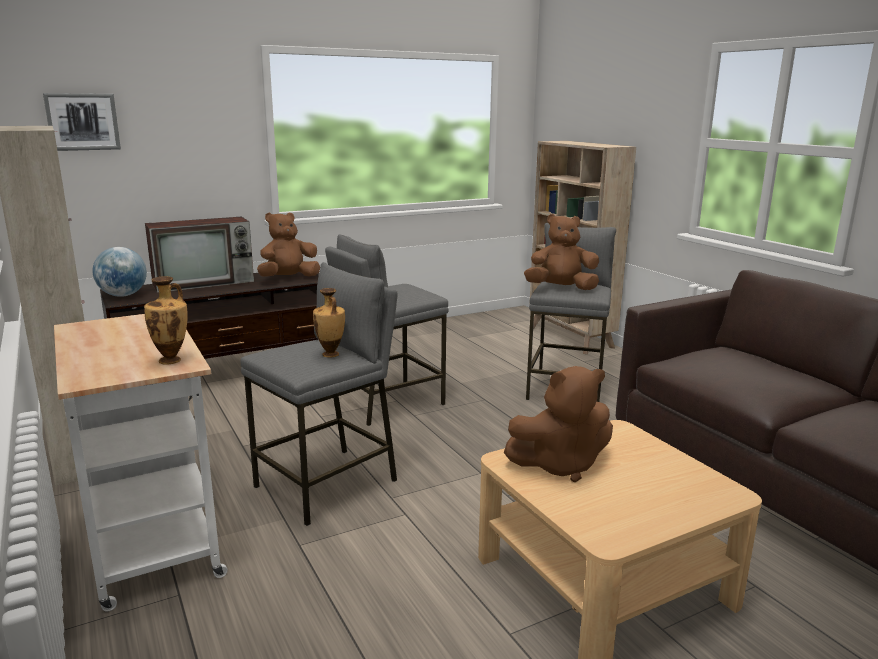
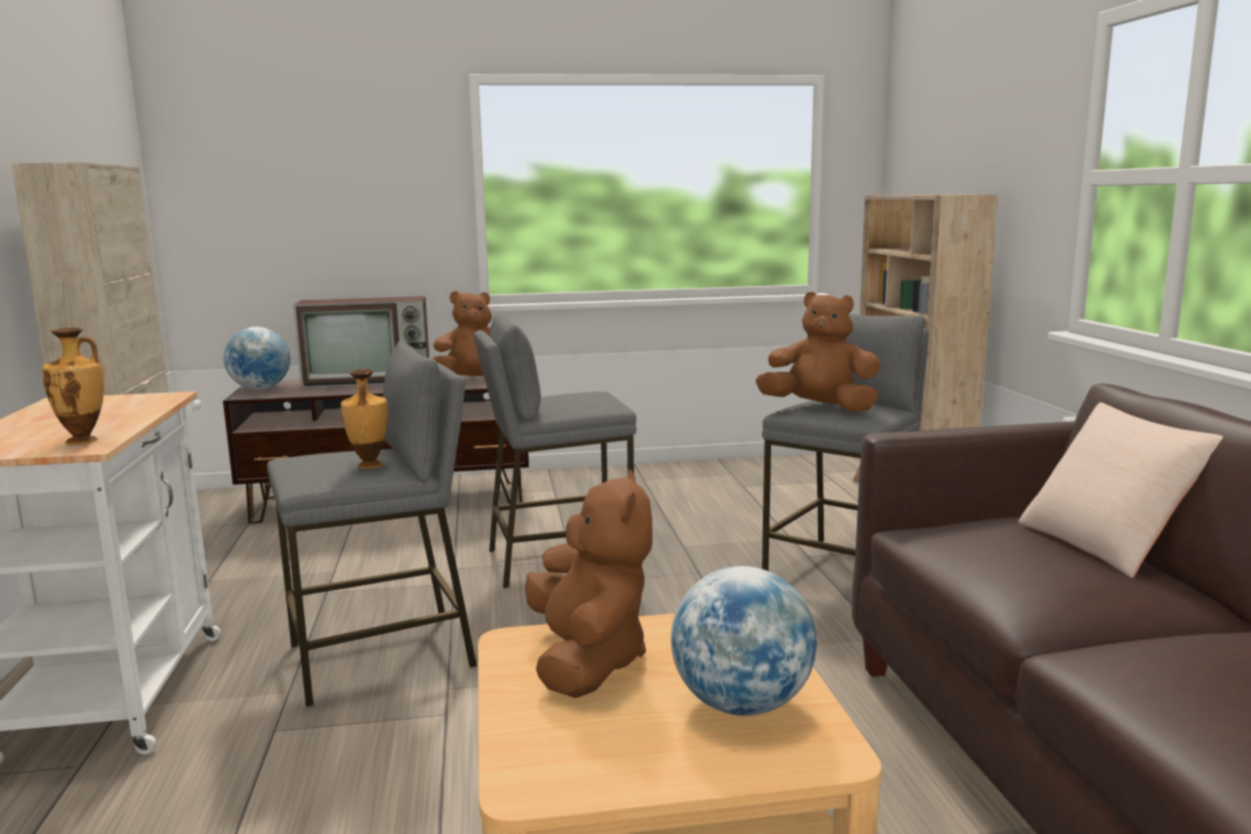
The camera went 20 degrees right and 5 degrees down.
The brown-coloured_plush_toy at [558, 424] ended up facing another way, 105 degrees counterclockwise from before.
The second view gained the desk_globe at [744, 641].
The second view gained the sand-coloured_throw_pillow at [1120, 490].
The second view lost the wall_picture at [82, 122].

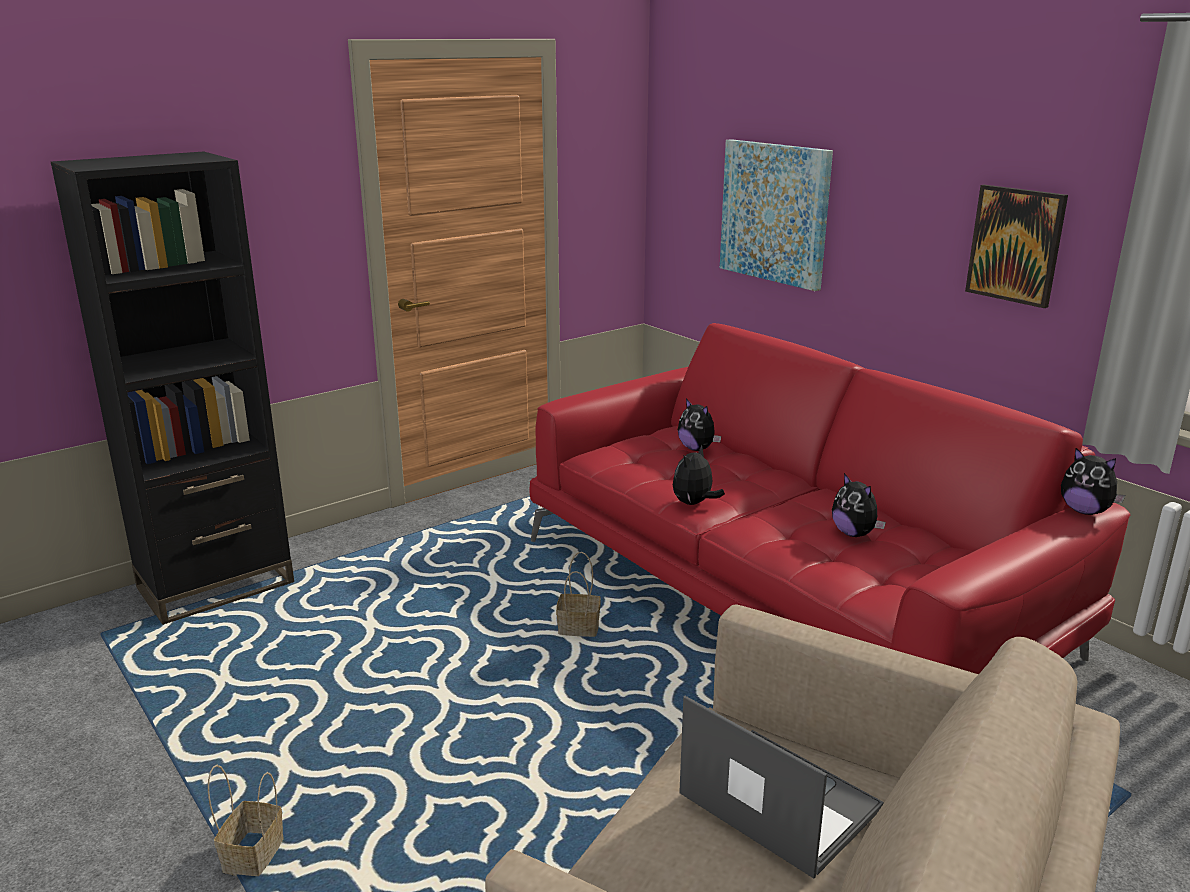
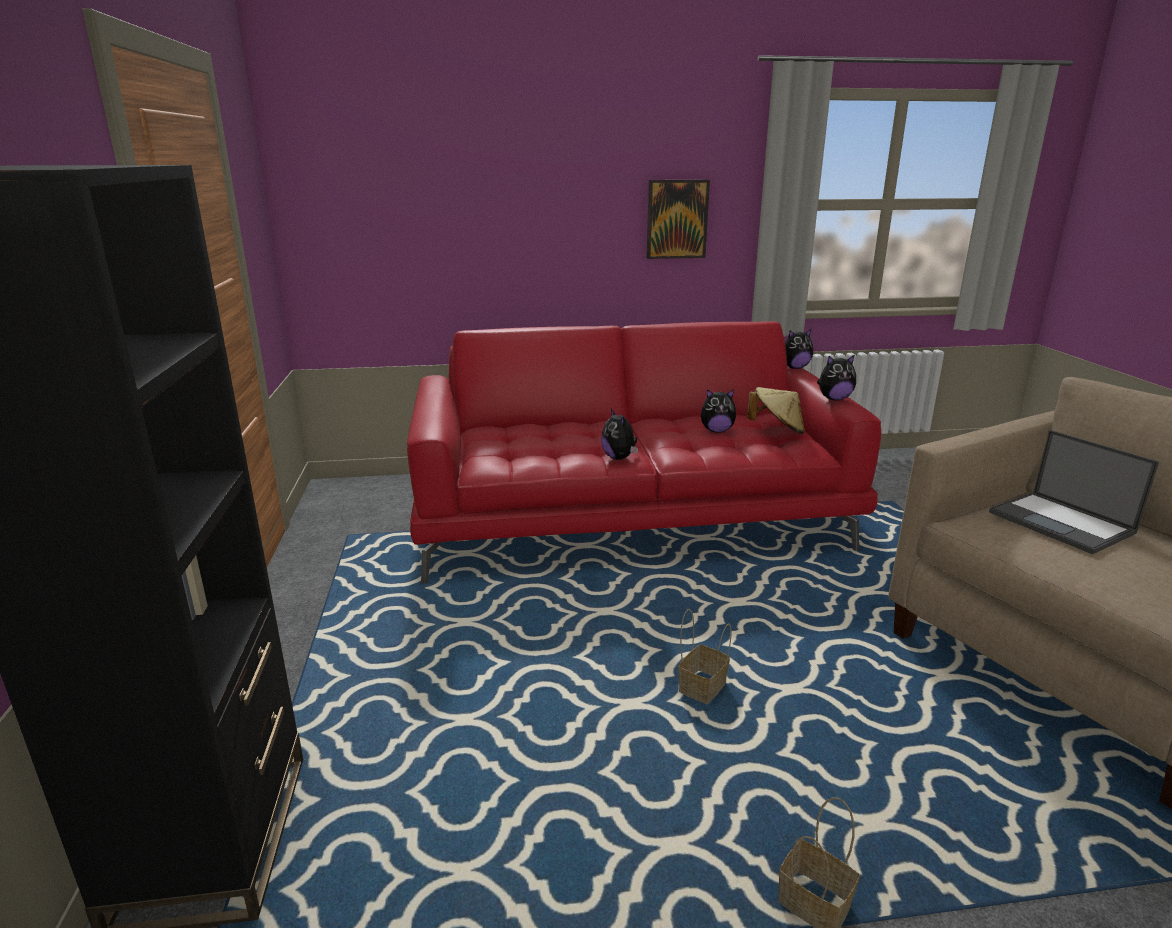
The camera went 60 degrees left and 0 degrees up.
The basket ended up elsewhere, having gone from [578, 594] to [705, 656].
The second view gained the sand-coloured_clothing_hat at [776, 410].
The plush_toy ended up elsewhere, having gone from [699, 424] to [836, 377].
The notebook_computer at [781, 787] ended up facing another way, 105 degrees counterclockwise from before.
The second view lost the wall_picture at [776, 215].

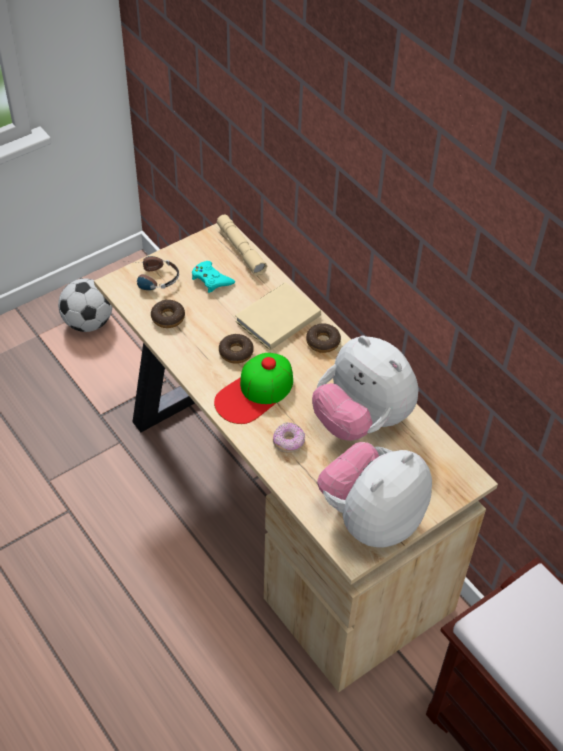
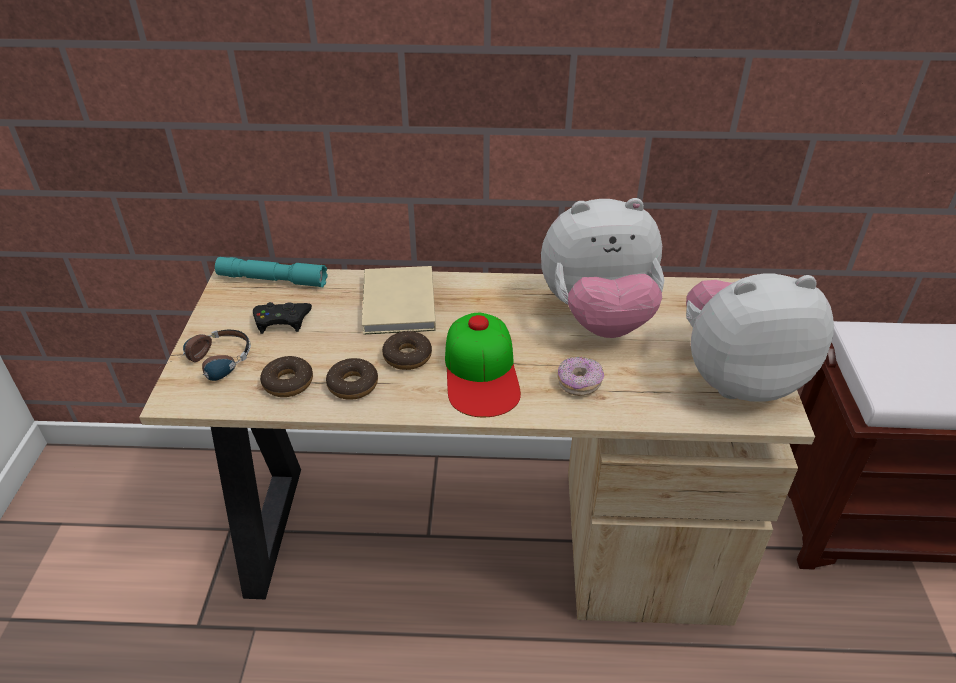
The camera went 50 degrees left and 10 degrees down.
What was the sand-coloured_flashlight at [242, 245] turned into the turquoise_flashlight at [271, 272].
What was the turquoise_gamepad at [213, 277] turned into the black-coloured_gamepad at [282, 318].
The donut ended up elsewhere, having gone from [323, 338] to [352, 379].
The plush_toy at [374, 494] ended up facing another way, 90 degrees clockwise from before.
The second view lost the ball_for_football at [85, 305].

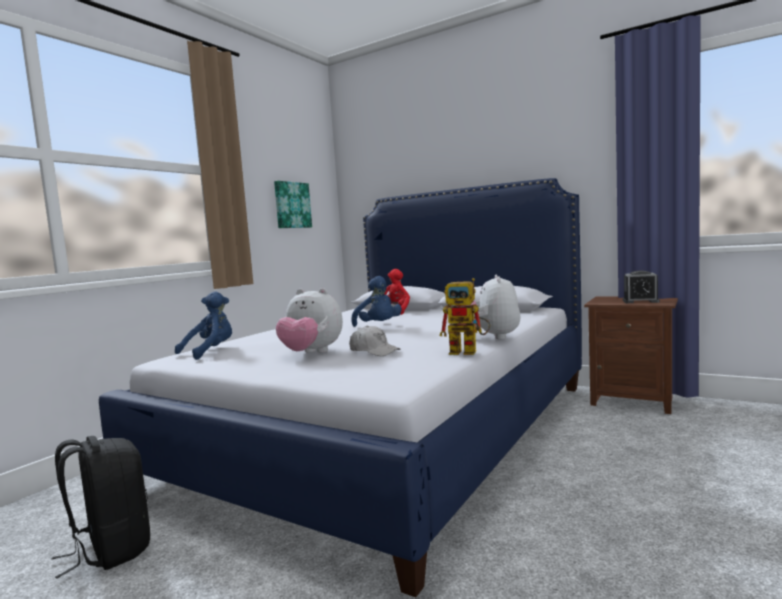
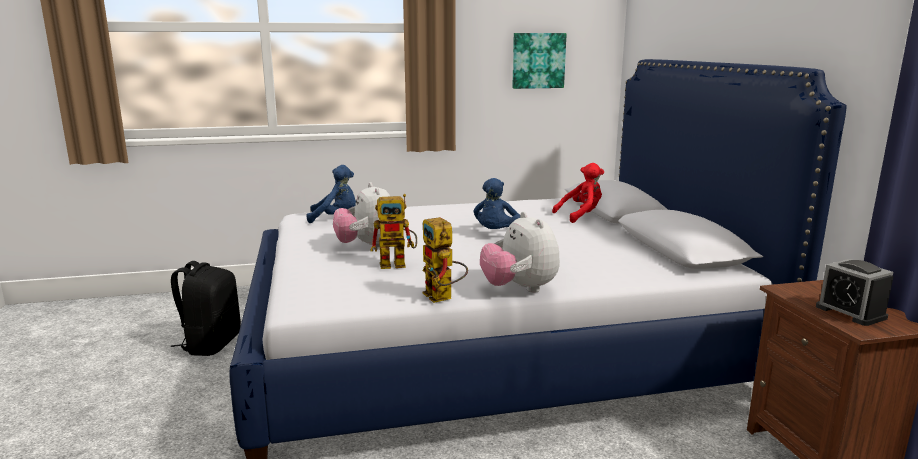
The camera went 45 degrees right and 10 degrees up.
Where the whitish_peaked_cap stood at [375, 340], the model_robot came to stand at [394, 231].
The plush_toy at [495, 307] ended up facing another way, 75 degrees counterclockwise from before.

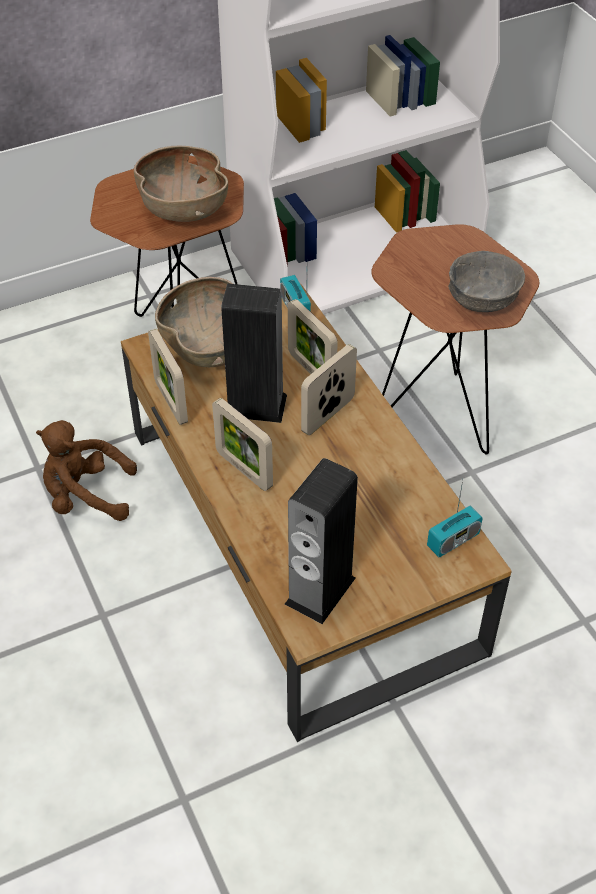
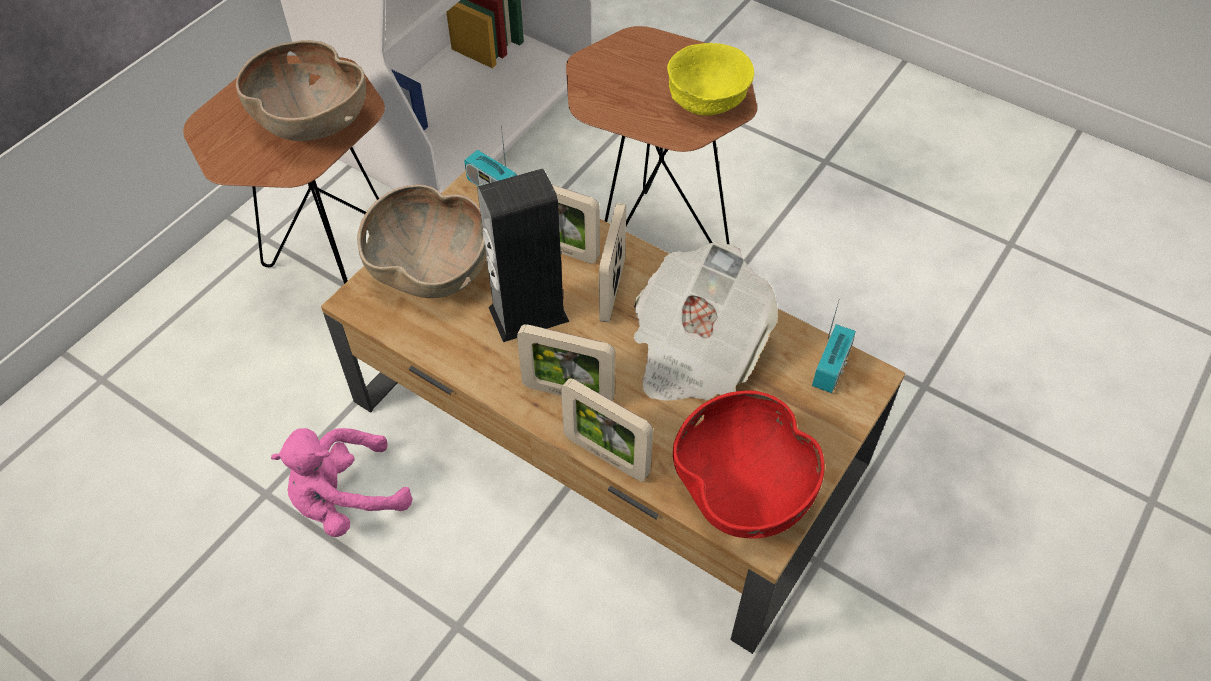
The camera went 30 degrees left and 5 degrees up.
What was the brown-coloured_plush_toy at [86, 470] turned into the pink_plush_toy at [342, 482].
The photo_frame ended up elsewhere, having gone from [168, 377] to [607, 429].
The second view gained the newspaper at [706, 321].
What was the greyish_bowl at [486, 281] turned into the yellow-coloured_bowl at [710, 79].
Where the loudspeaker stood at [321, 541], the red_bowl came to stand at [749, 464].

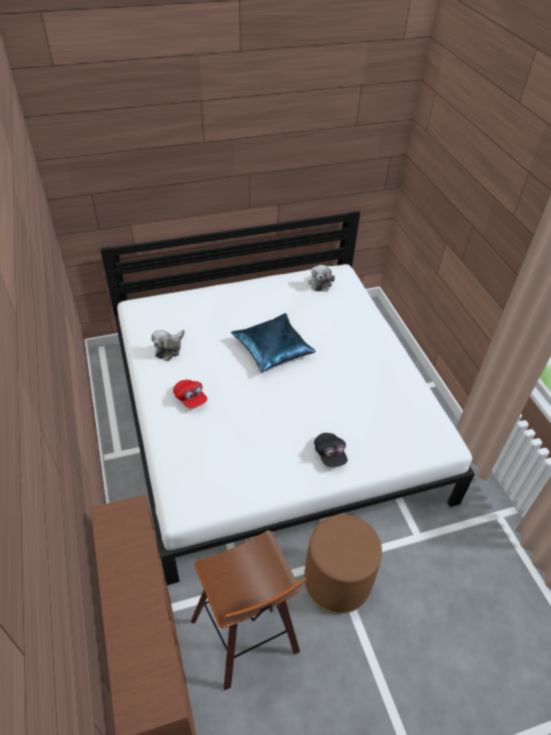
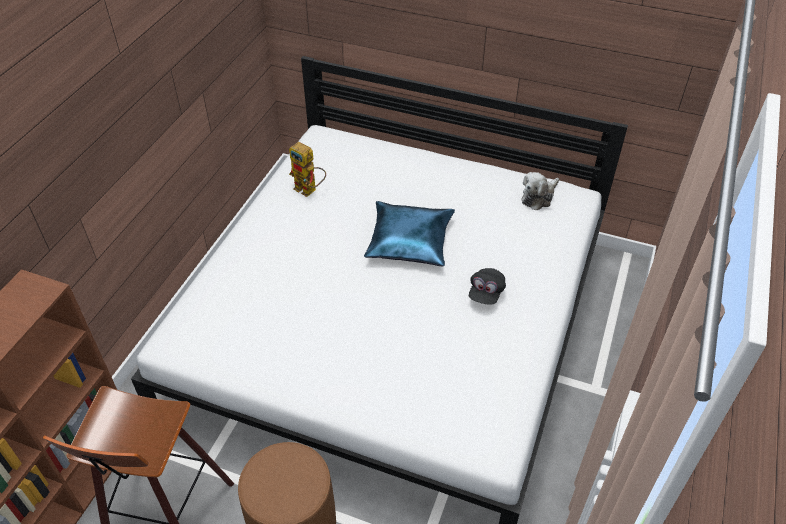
The camera went 40 degrees right and 0 degrees up.
Where the plush_toy stood at [168, 345], the model_robot came to stand at [307, 169].
The black-coloured_peaked_cap ended up elsewhere, having gone from [331, 450] to [487, 286].
The second view lost the red_peaked_cap at [190, 394].

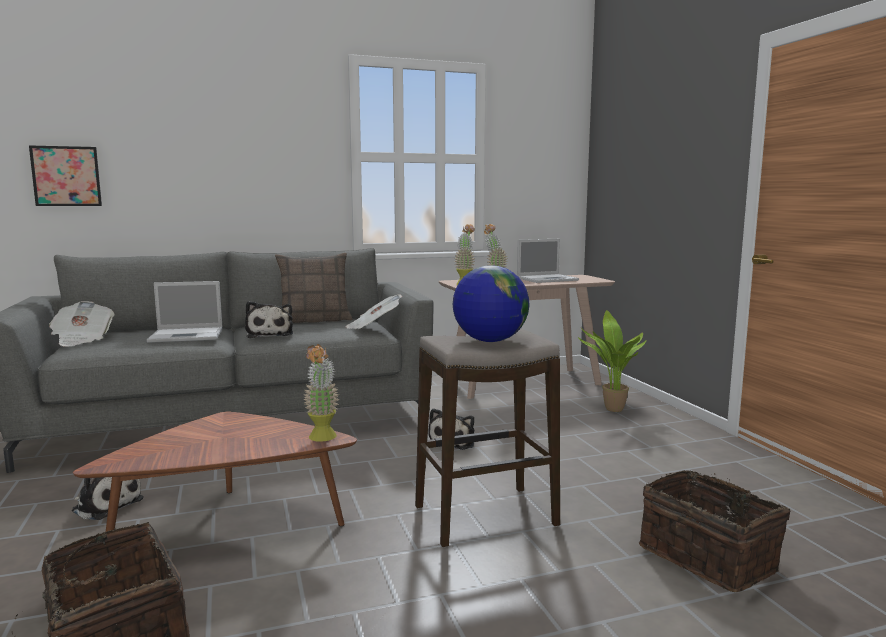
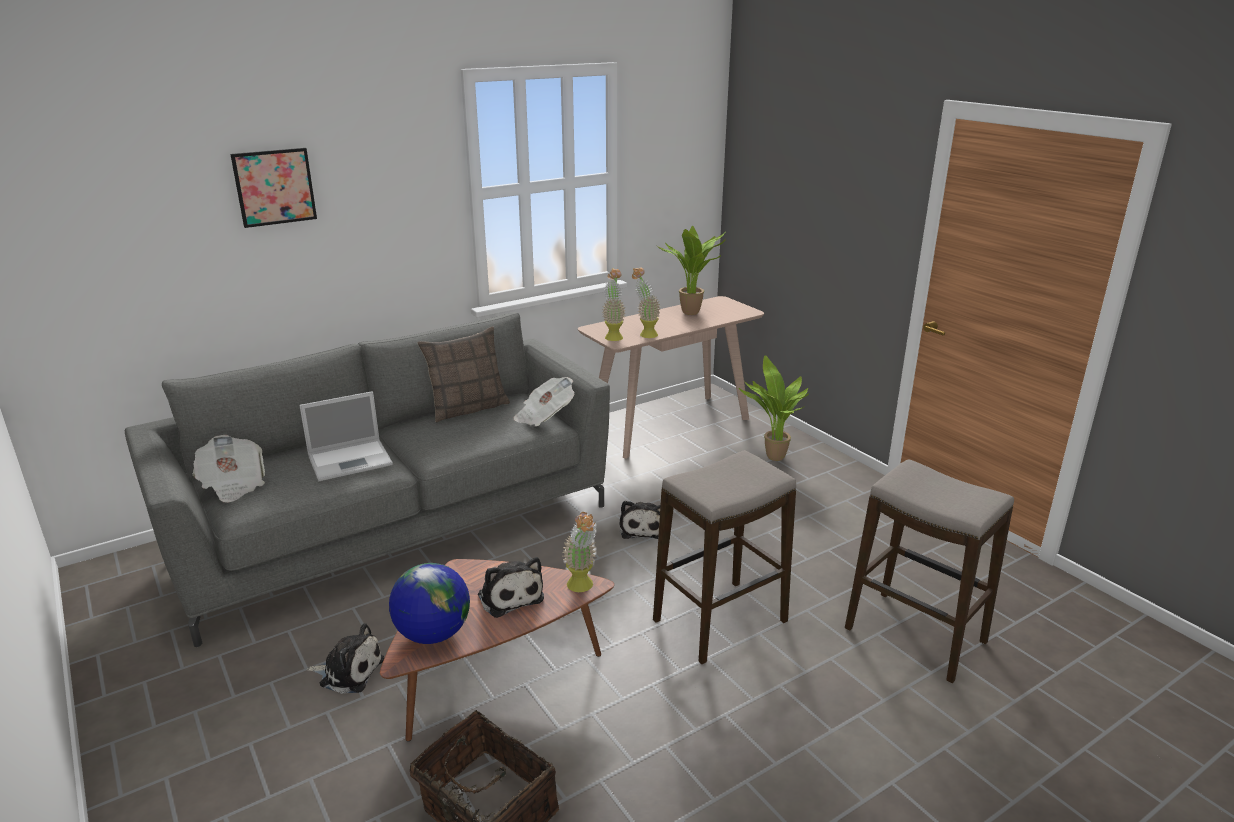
The camera went 15 degrees left and 15 degrees up.
The wall_picture ended up elsewhere, having gone from [65, 175] to [273, 188].
The desk_globe ended up elsewhere, having gone from [491, 304] to [429, 603].
The plush_toy ended up elsewhere, having gone from [269, 319] to [511, 587].
Where the notebook_computer stood at [548, 261], the houseplant came to stand at [691, 270].
Where the basket stood at [714, 531], the sitting_stool came to stand at [929, 571].

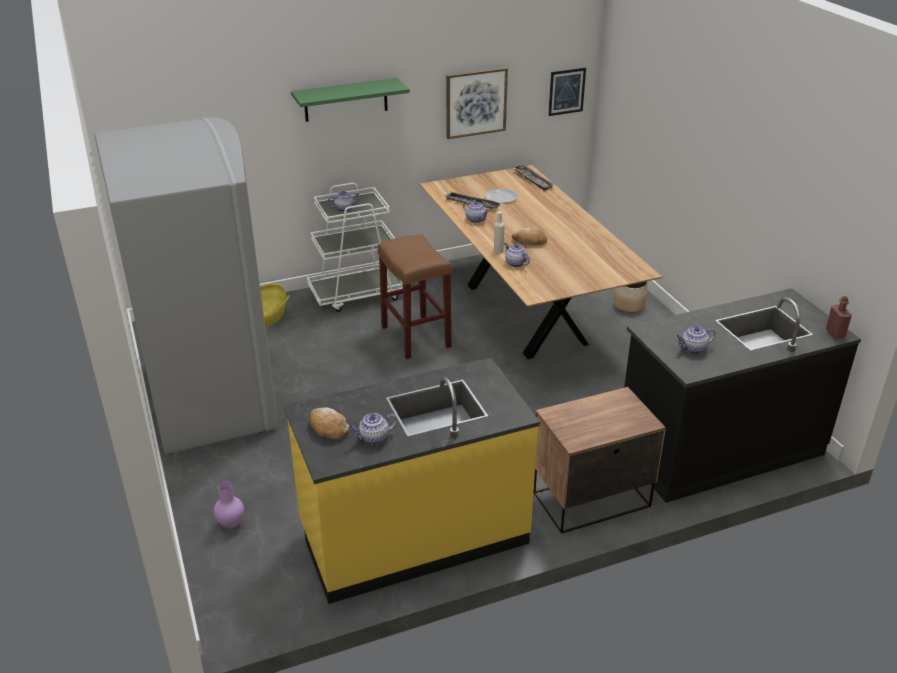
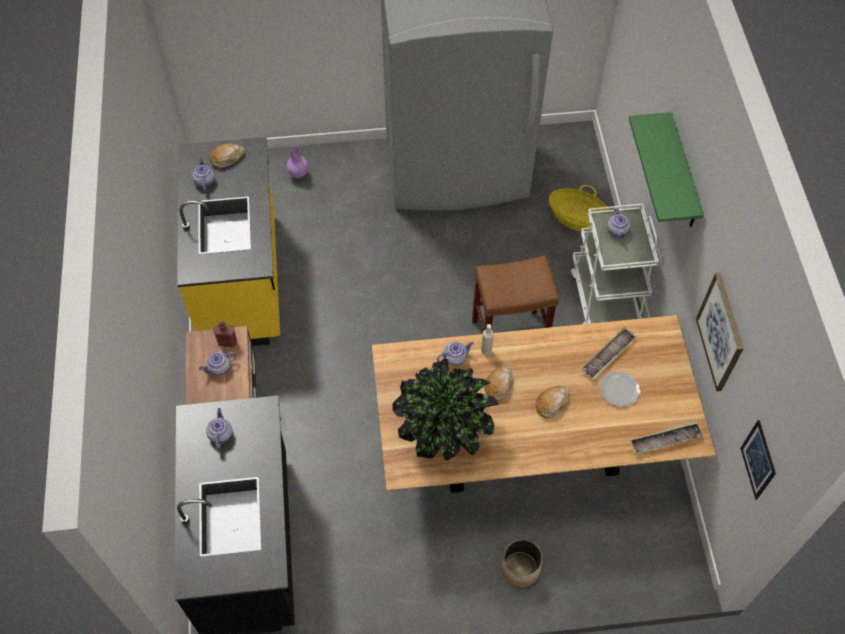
The camera went 105 degrees right and 25 degrees up.
The teapot ended up elsewhere, having gone from [476, 212] to [217, 364].
The red_bottle ended up elsewhere, having gone from [839, 317] to [225, 334].
The second view gained the houseplant at [446, 409].
The second view gained the baked_bread at [552, 402].

